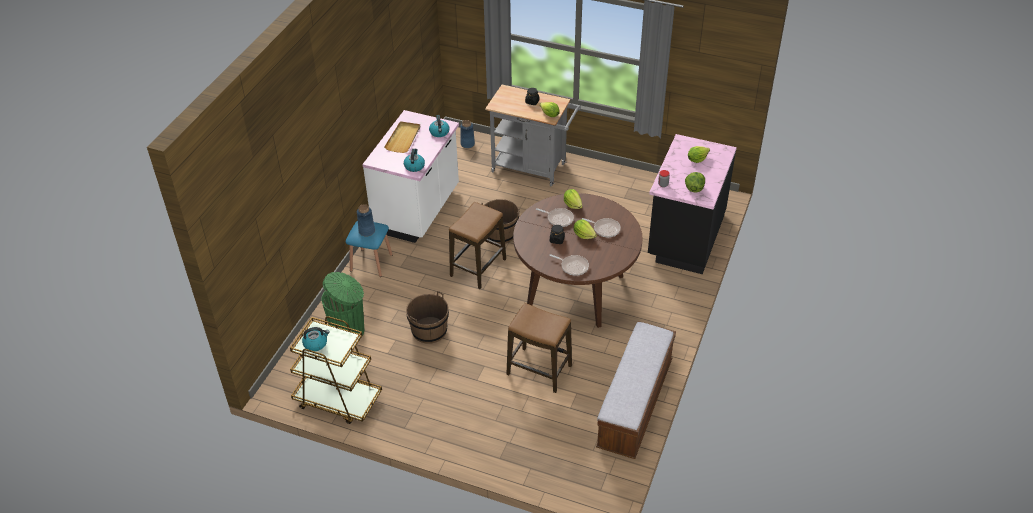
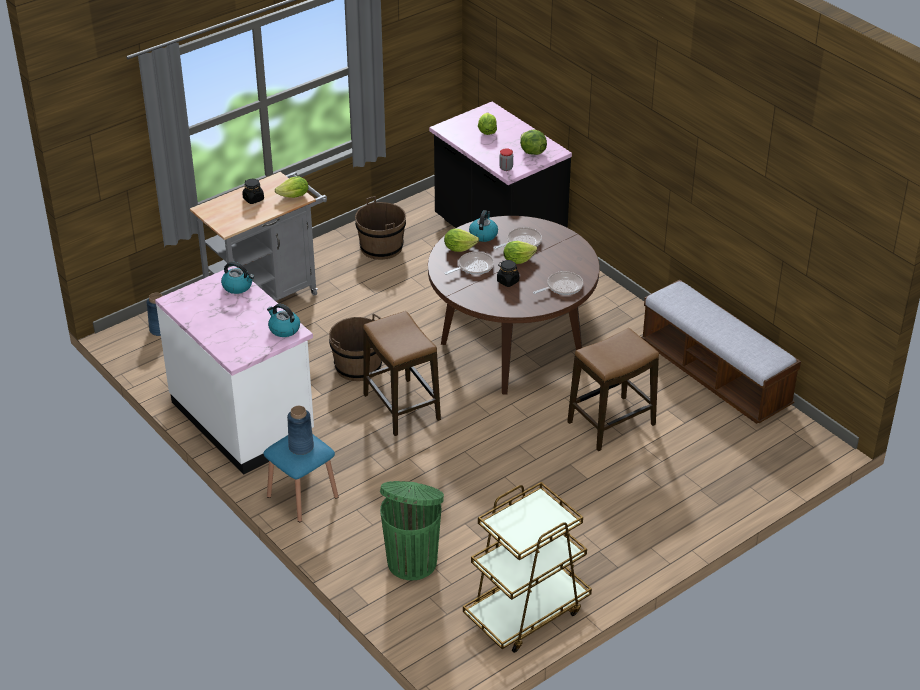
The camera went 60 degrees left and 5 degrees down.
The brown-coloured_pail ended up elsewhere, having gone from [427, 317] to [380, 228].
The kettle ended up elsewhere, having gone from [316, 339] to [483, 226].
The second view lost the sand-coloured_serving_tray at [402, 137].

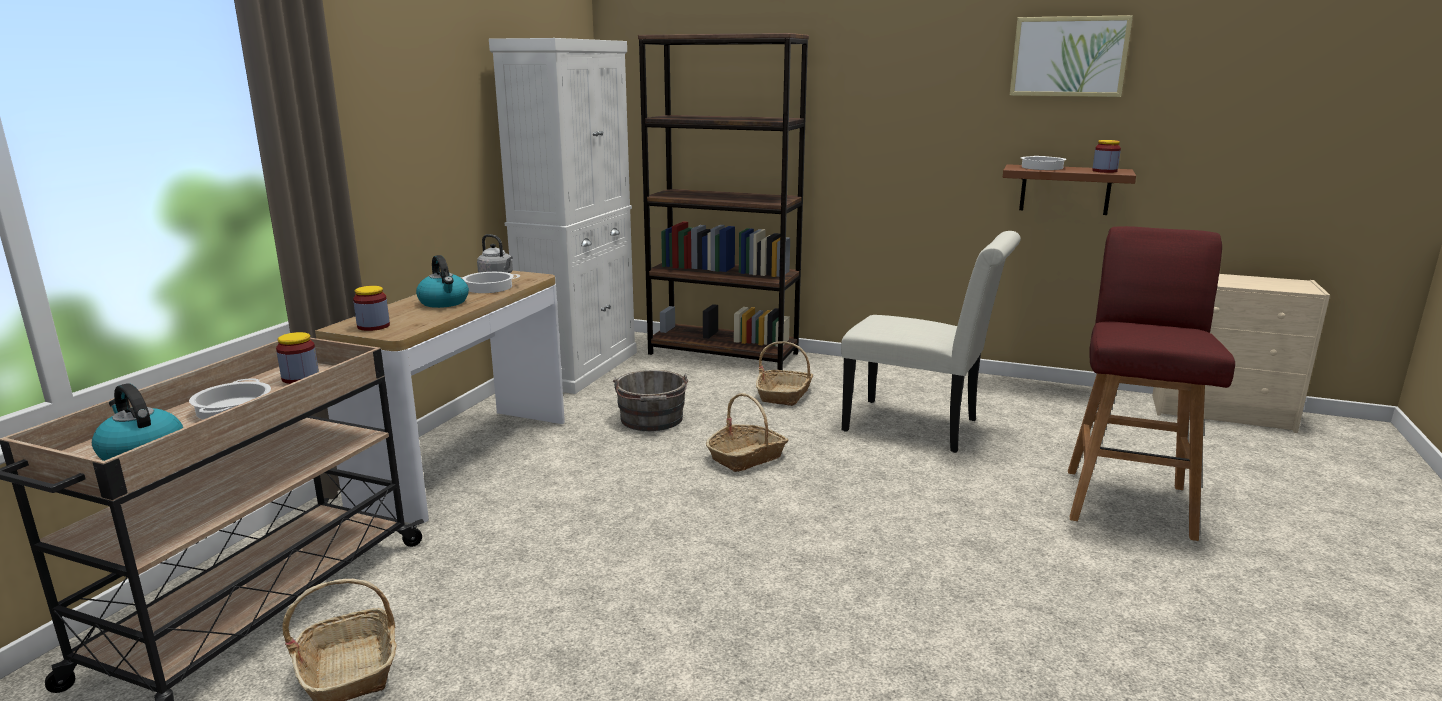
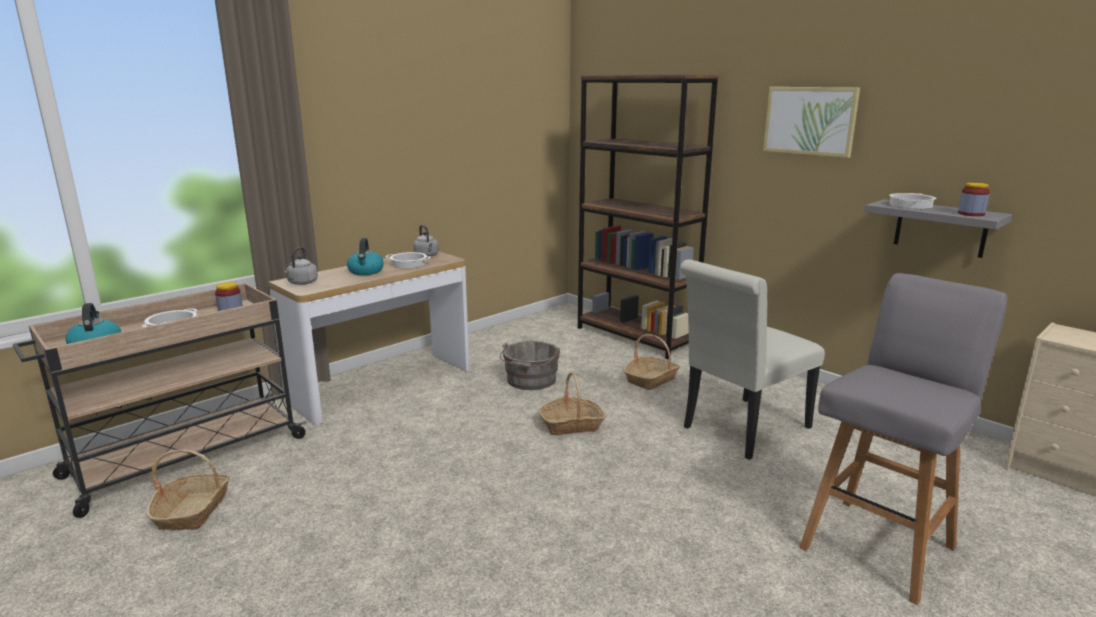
The camera went 25 degrees right and 0 degrees up.
Where the preserve_jar stood at [371, 308], the greyish_kettle came to stand at [301, 266].
The whitish_chair at [931, 342] ended up facing another way, 90 degrees clockwise from before.
The wall_picture ended up elsewhere, having gone from [1071, 56] to [811, 122].
What was the red_sitting_stool at [1151, 383] turned into the greyish_sitting_stool at [904, 439].
What was the brown-coloured_wall_shelf at [1069, 189] turned into the greyish_wall_shelf at [938, 228].
The second view lost the whitish_cupboard at [563, 216].

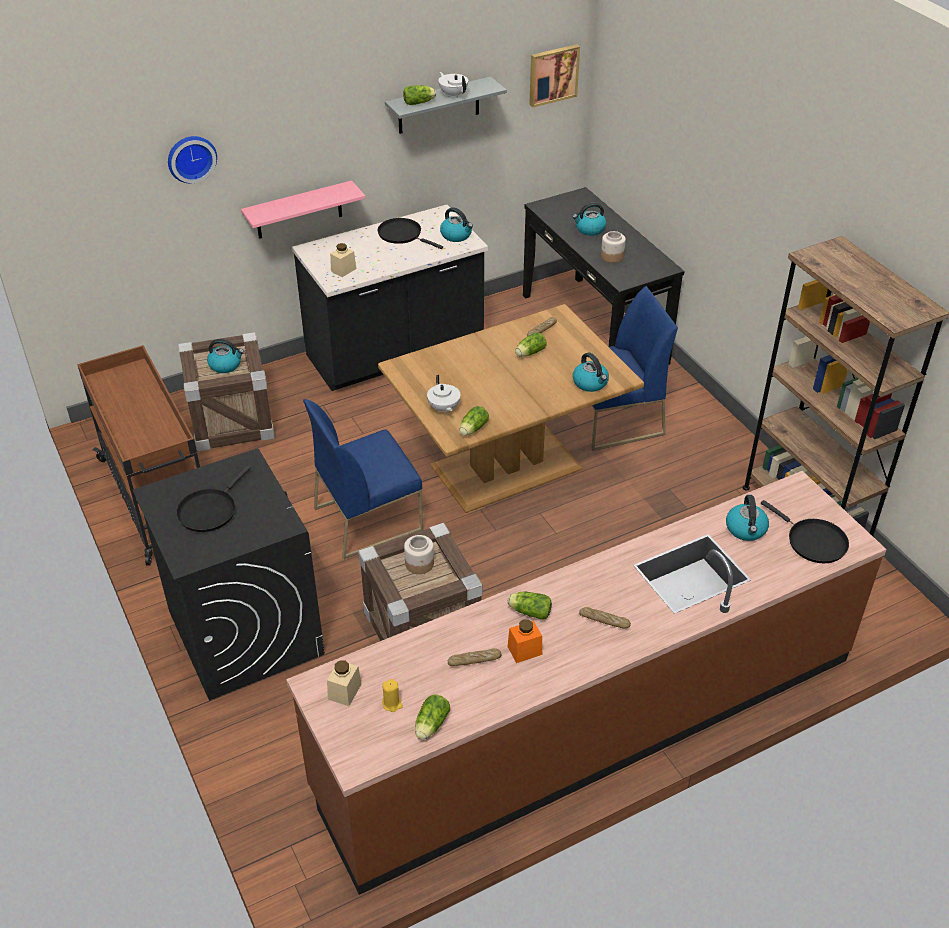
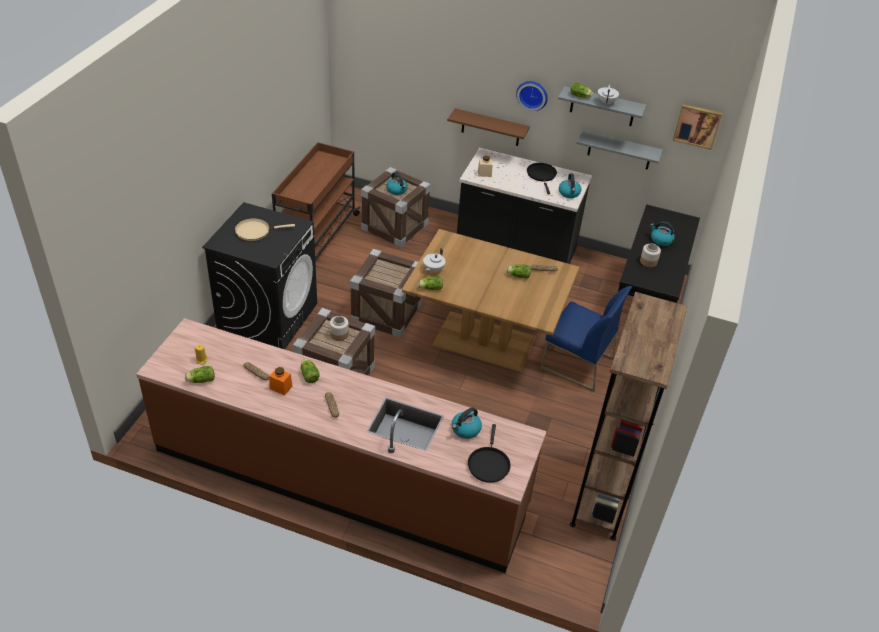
The camera went 45 degrees right and 0 degrees up.
What was the black-coloured_pan at [213, 499] turned into the sand-coloured_pan at [265, 229].
Where the blue-coloured_chair stood at [363, 479], the crate came to stand at [386, 293].
What was the pink_wall_shelf at [303, 209] turned into the brown-coloured_wall_shelf at [488, 127].
The hanging_clock ended up elsewhere, having gone from [192, 159] to [532, 96].
The second view gained the greyish_wall_shelf at [620, 150].
The second view lost the sand-coloured_preserve_jar at [344, 683].
The second view lost the kettle at [591, 372].

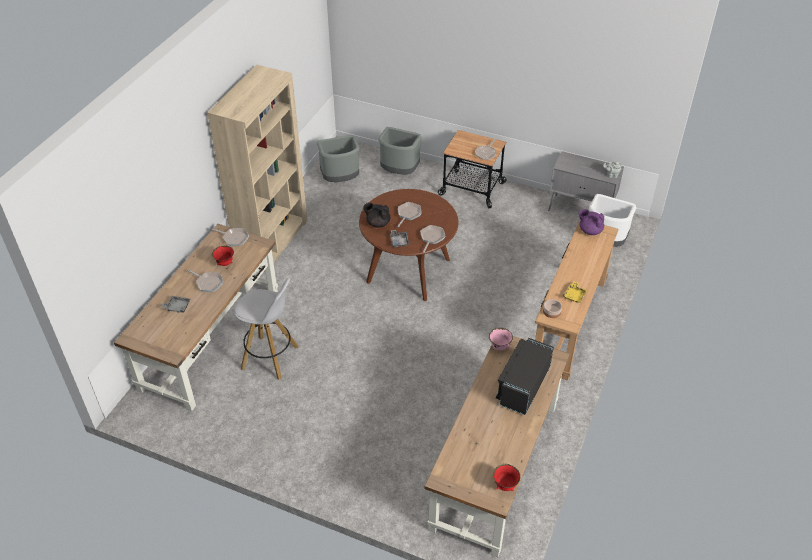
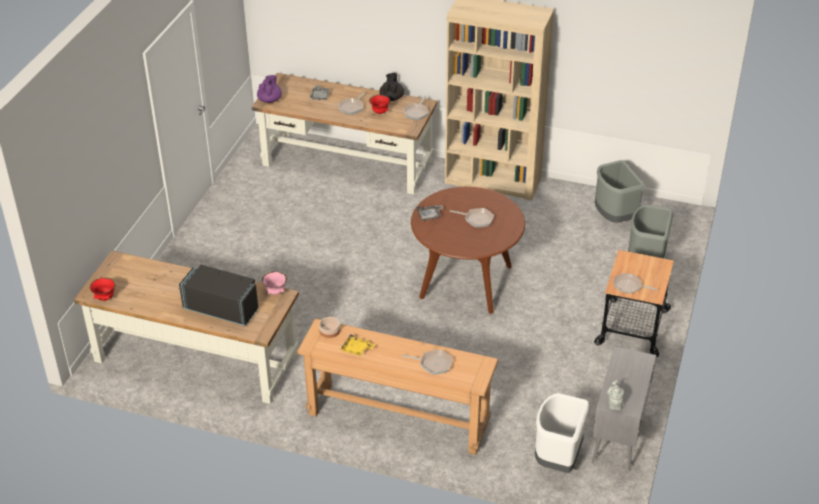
The camera went 85 degrees right and 5 degrees down.
The purplish_teapot ended up elsewhere, having gone from [591, 222] to [269, 89].
The black-coloured_teapot ended up elsewhere, having gone from [376, 215] to [391, 87].
The pan ended up elsewhere, having gone from [432, 238] to [427, 362].
The second view lost the whitish_sitting_stool at [266, 329].

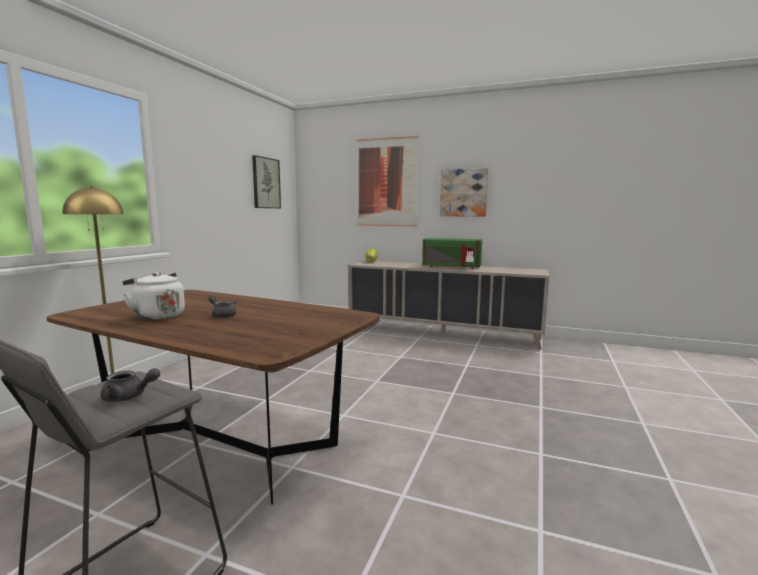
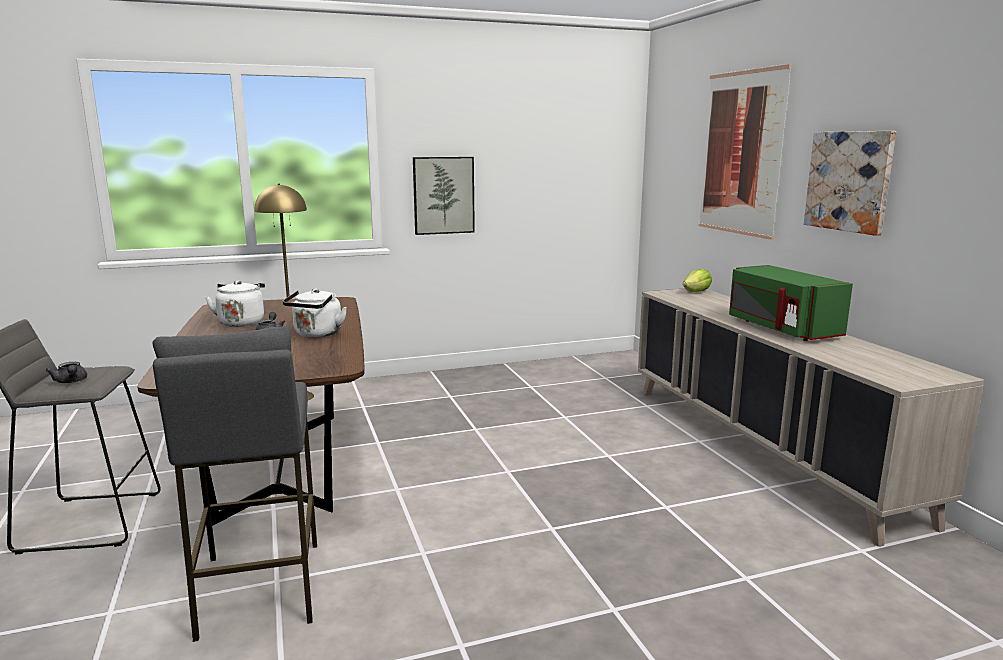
The camera went 50 degrees right and 5 degrees up.
The second view gained the greyish_sitting_stool at [235, 484].
The second view gained the whitish_kettle at [315, 313].
The wall_picture ended up elsewhere, having gone from [266, 181] to [444, 196].

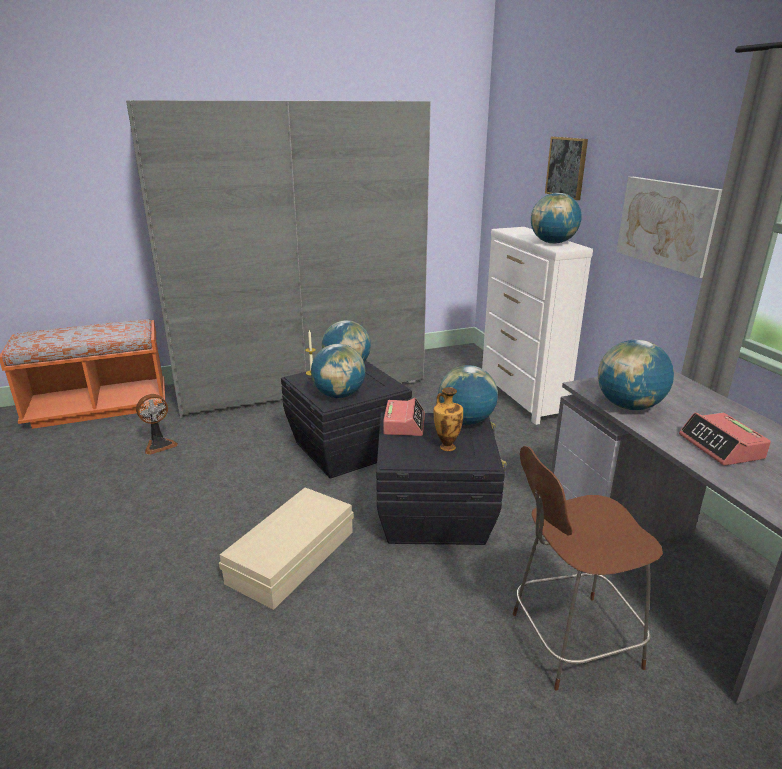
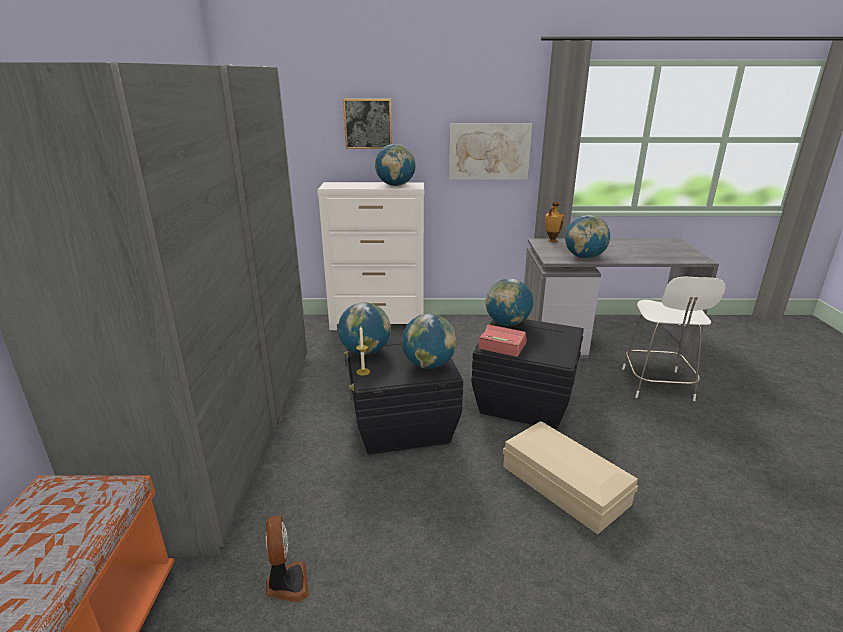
The camera went 70 degrees left and 0 degrees up.
The vase ended up elsewhere, having gone from [448, 419] to [554, 222].
What was the brown-coloured_sitting_stool at [588, 568] turned into the whitish_sitting_stool at [673, 339].
The second view lost the alarm_clock at [725, 439].

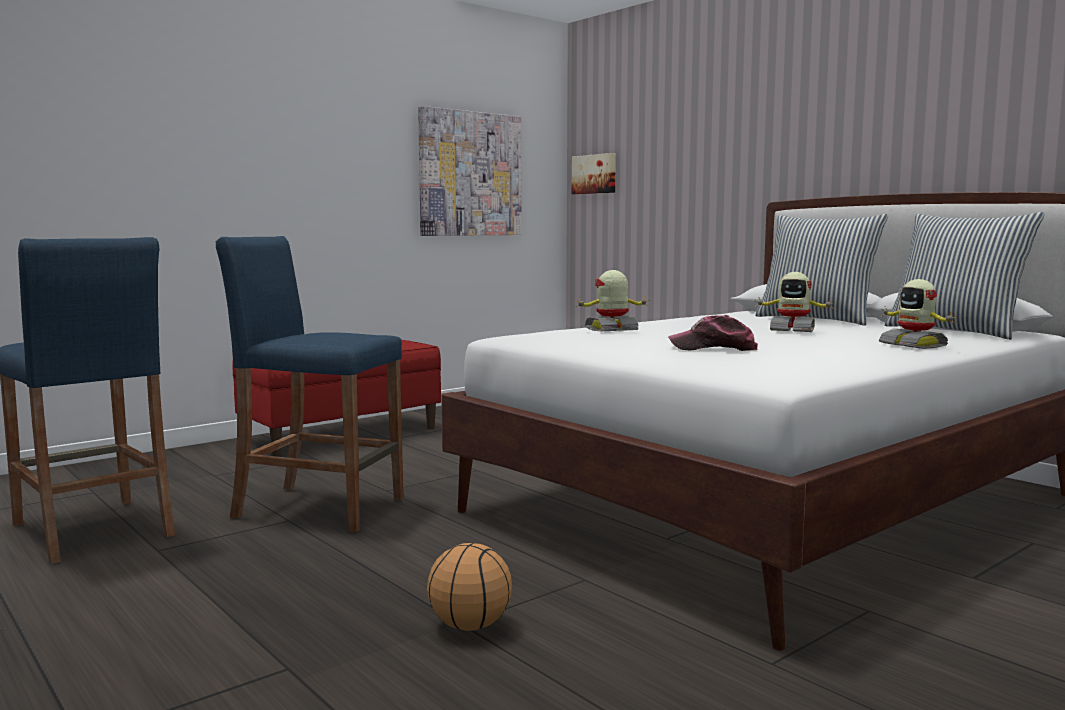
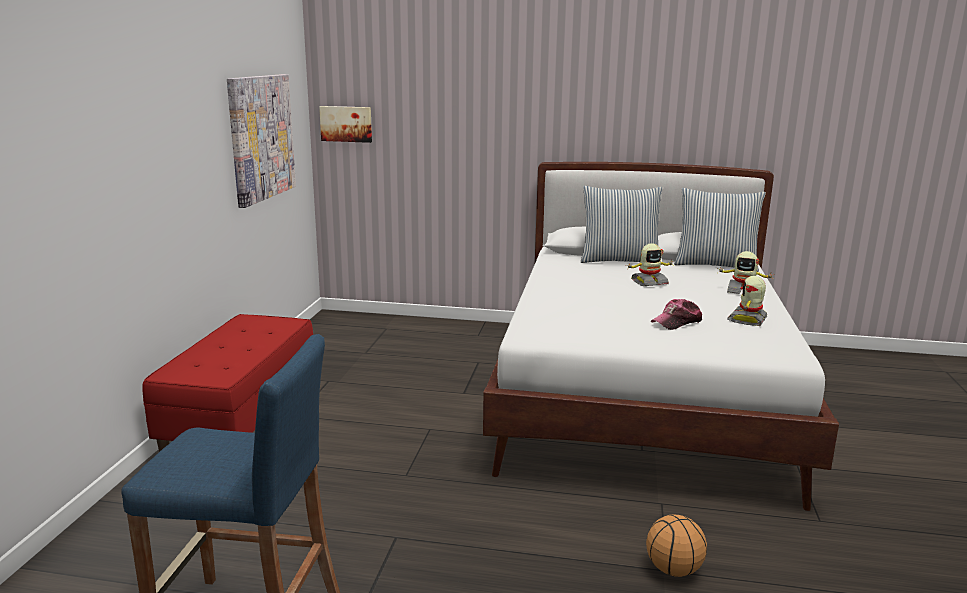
The camera went 40 degrees left and 10 degrees up.
The model_robot ended up elsewhere, having gone from [613, 300] to [747, 301].
The second view lost the blue-coloured_sitting_stool at [310, 384].

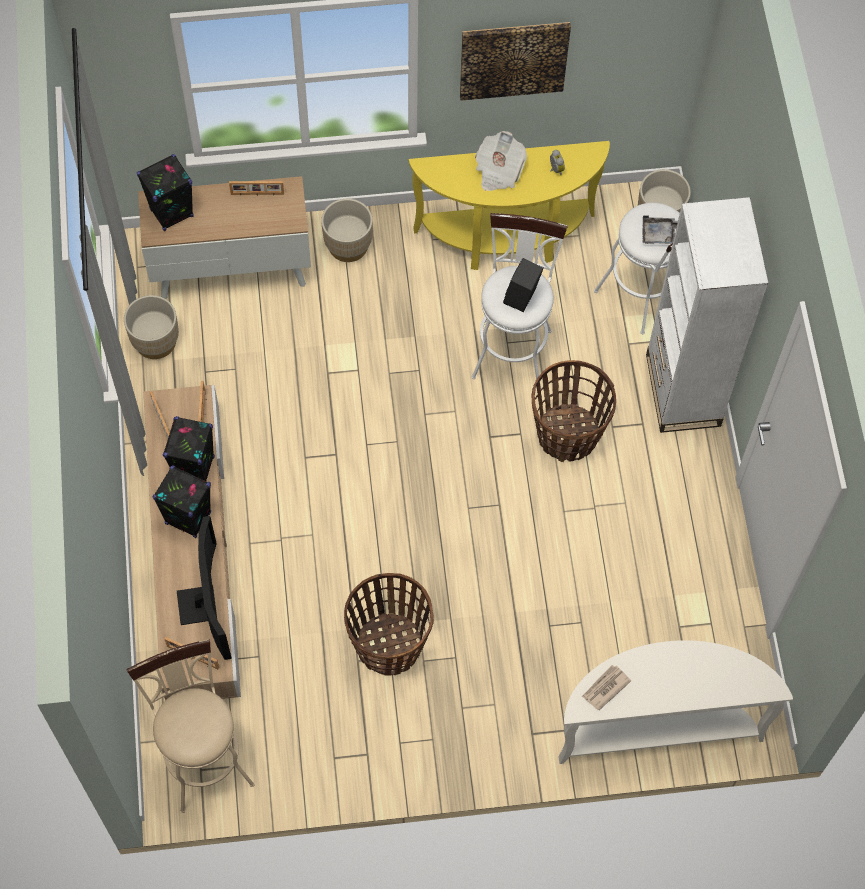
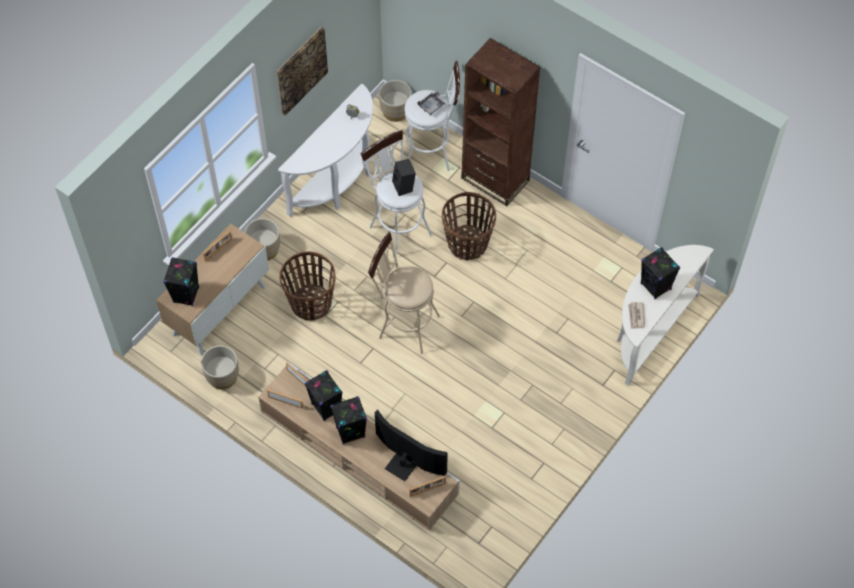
The camera went 45 degrees left and 5 degrees down.
What was the yellow-coloured_console_table at [509, 205] turned into the whitish_console_table at [325, 150].
The basket ended up elsewhere, having gone from [389, 624] to [308, 286].
The sand-coloured_sitting_stool ended up elsewhere, having gone from [190, 726] to [404, 292].
What was the whitish_bookcase at [707, 315] turned into the brown-coloured_bookcase at [501, 122].
The second view gained the black-coloured_loudspeaker at [660, 273].
The second view lost the newspaper at [501, 161].

